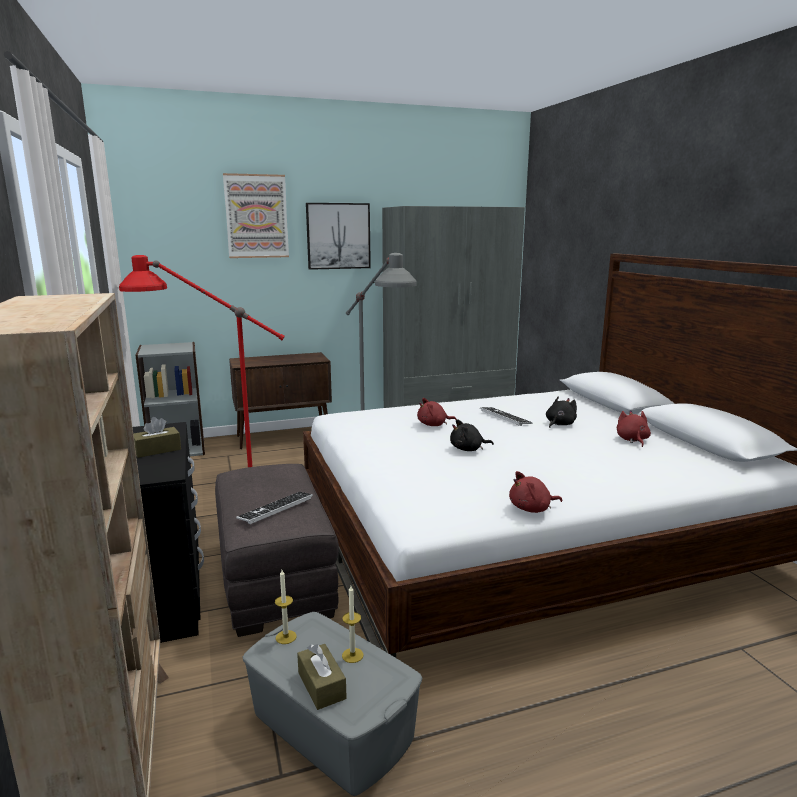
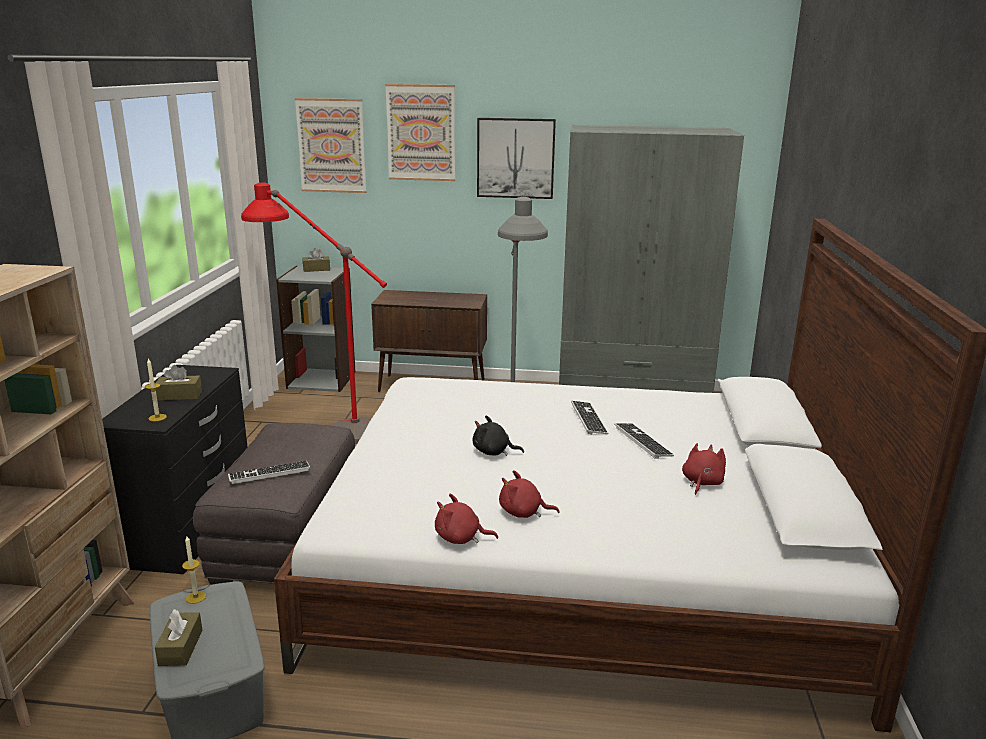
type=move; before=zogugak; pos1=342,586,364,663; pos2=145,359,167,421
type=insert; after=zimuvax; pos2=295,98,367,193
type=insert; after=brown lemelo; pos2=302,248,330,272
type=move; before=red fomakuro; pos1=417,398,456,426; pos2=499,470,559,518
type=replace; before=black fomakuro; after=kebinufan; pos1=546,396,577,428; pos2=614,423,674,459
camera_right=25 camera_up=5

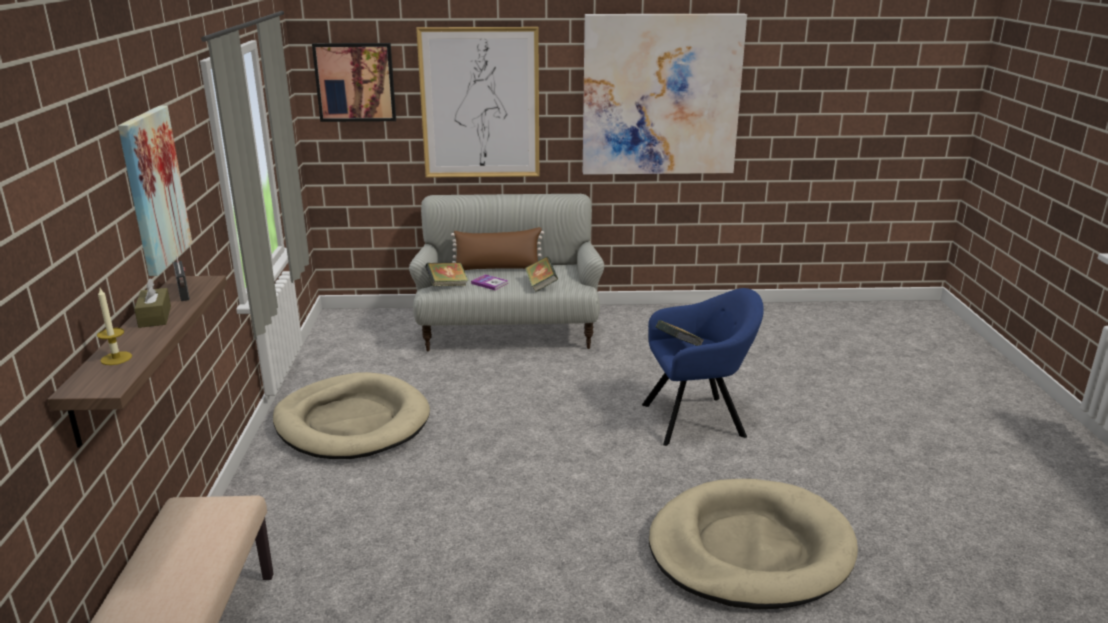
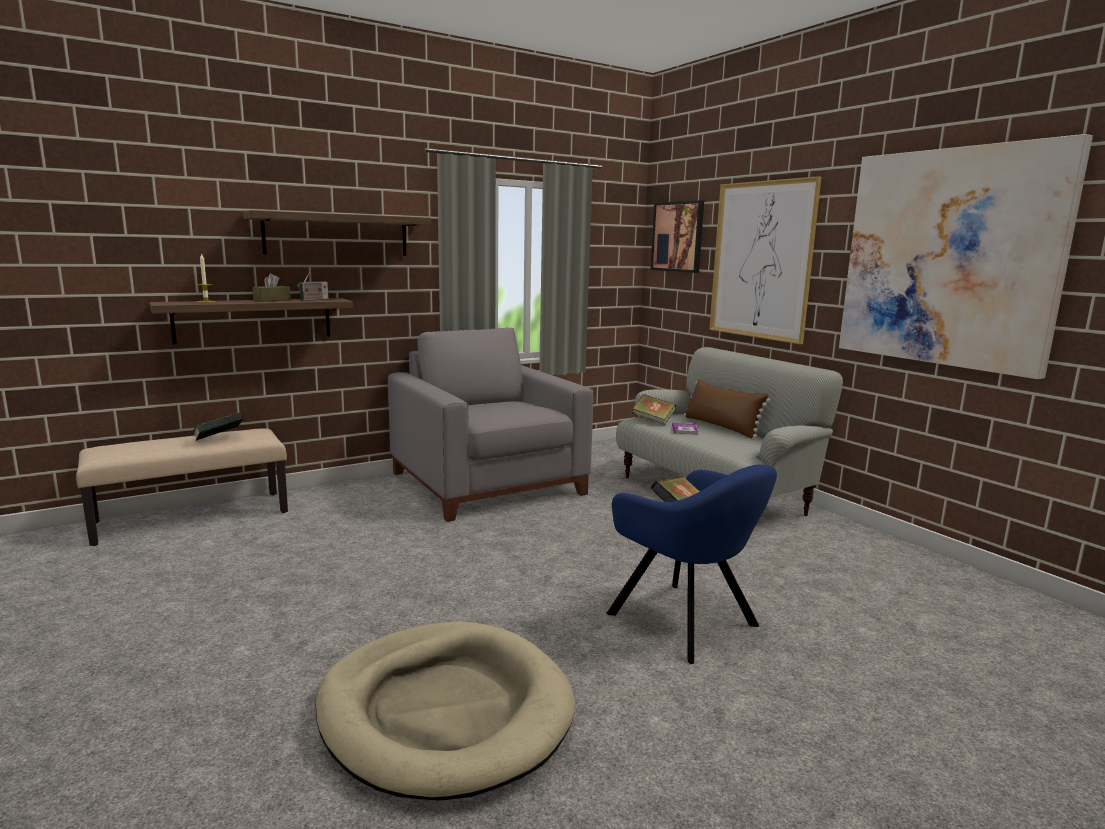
type=move; before=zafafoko; pos1=525,256,558,292; pos2=192,412,243,441
type=replace; before=zimuvax; after=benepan; pos1=118,106,192,276; pos2=243,210,431,256
type=replace; before=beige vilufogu; after=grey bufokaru; pos1=273,372,430,459; pos2=388,328,594,522
camera_right=60 camera_up=-10

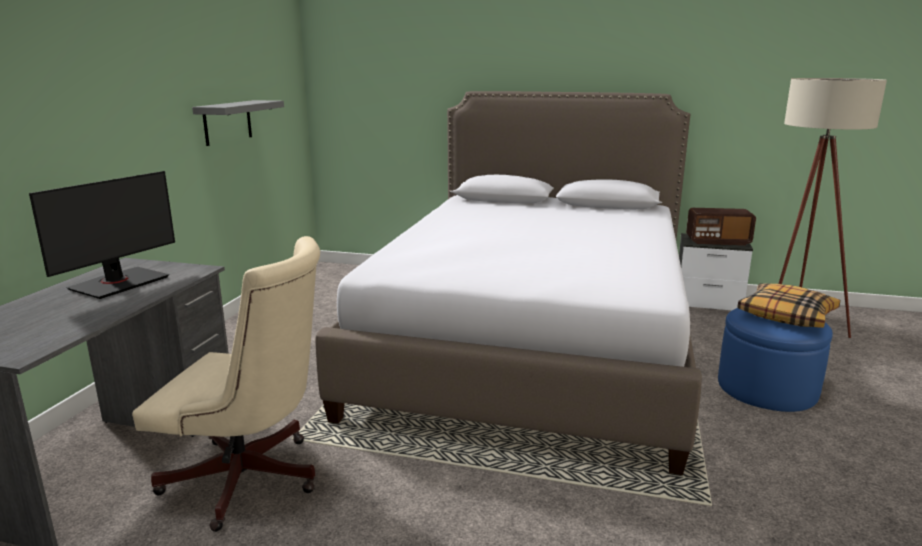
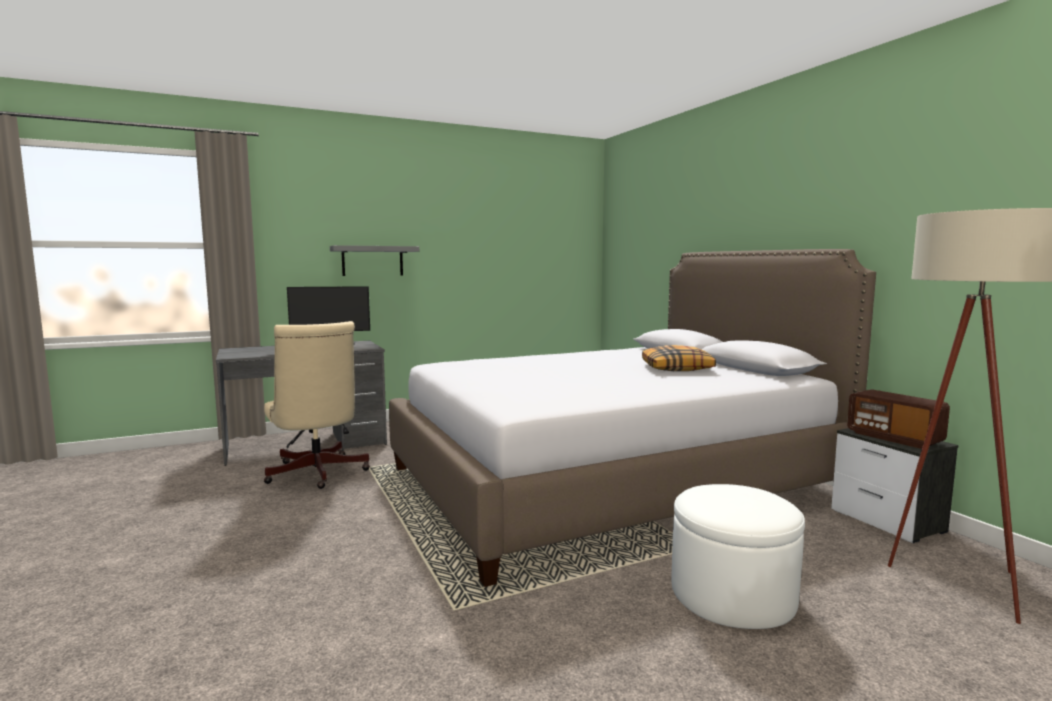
type=move; before=grey benepan; pos1=192,100,284,146; pos2=330,245,419,276
type=move; before=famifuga; pos1=738,283,840,328; pos2=642,345,716,371
type=recolor; before=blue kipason; after=white kipason; pos1=718,308,833,412; pos2=671,484,805,629
camera_right=50 camera_up=-10

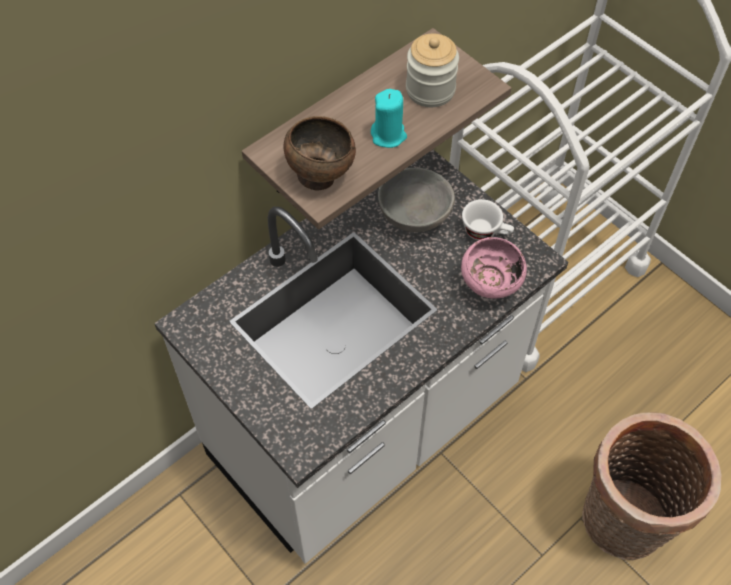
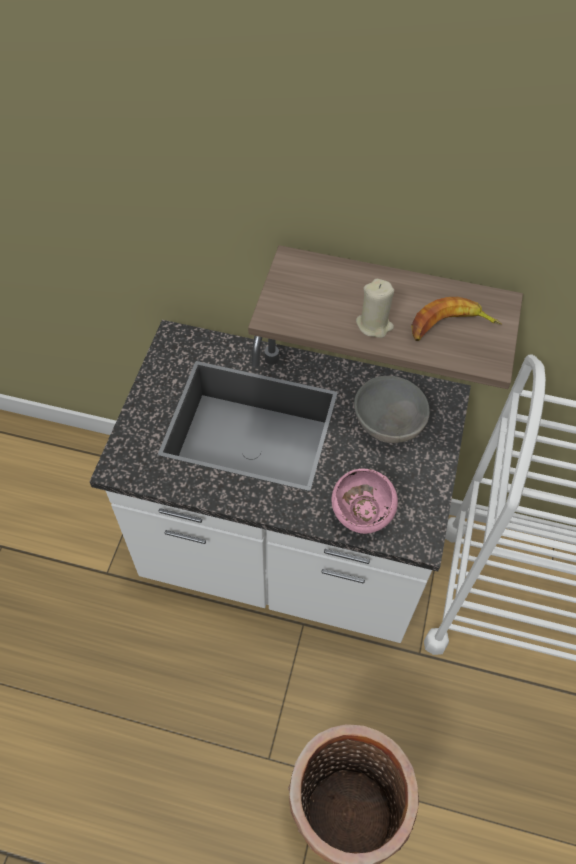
type=recolor; before=turquoise zogugak; after=beige zogugak; pos1=371,89,407,148; pos2=356,279,394,338
type=replace; before=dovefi; after=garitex; pos1=406,34,459,107; pos2=411,297,501,341
type=delete; before=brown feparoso; pos1=284,116,356,191
type=delete; before=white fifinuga; pos1=462,199,514,241
camera_right=55 camera_up=0

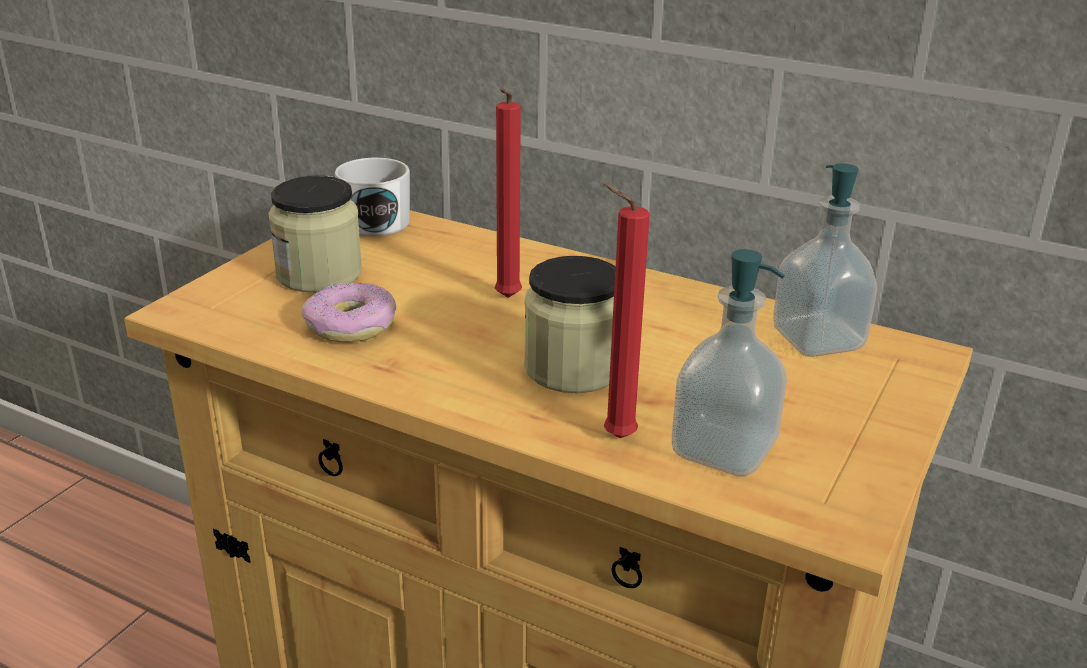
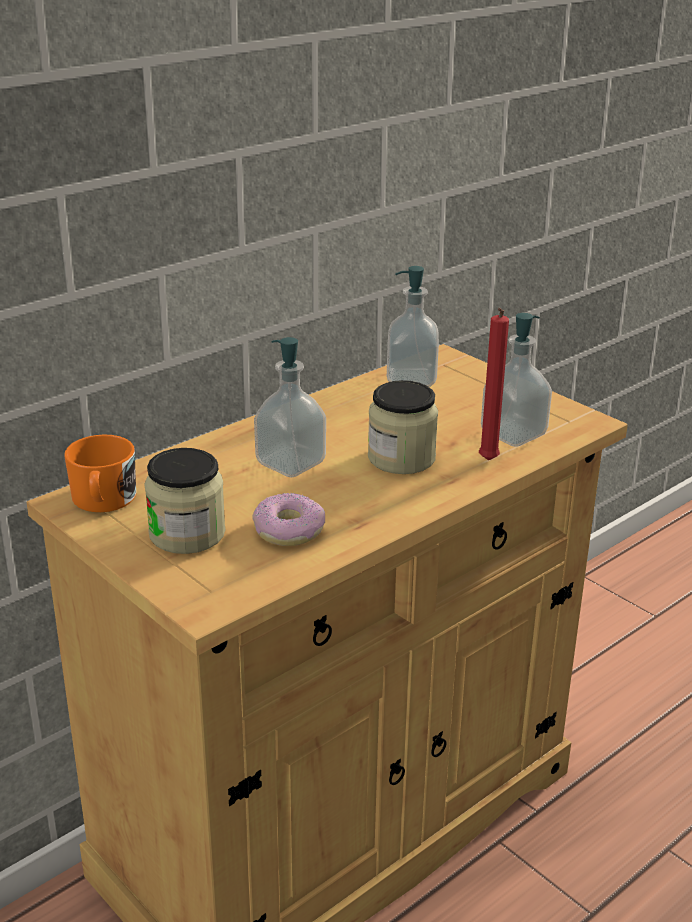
type=recolor; before=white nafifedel; after=orange nafifedel; pos1=330,158,410,237; pos2=65,435,136,512
type=replace; before=red zogugak; after=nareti; pos1=495,88,522,298; pos2=254,337,326,477
camera_right=-70 camera_up=0

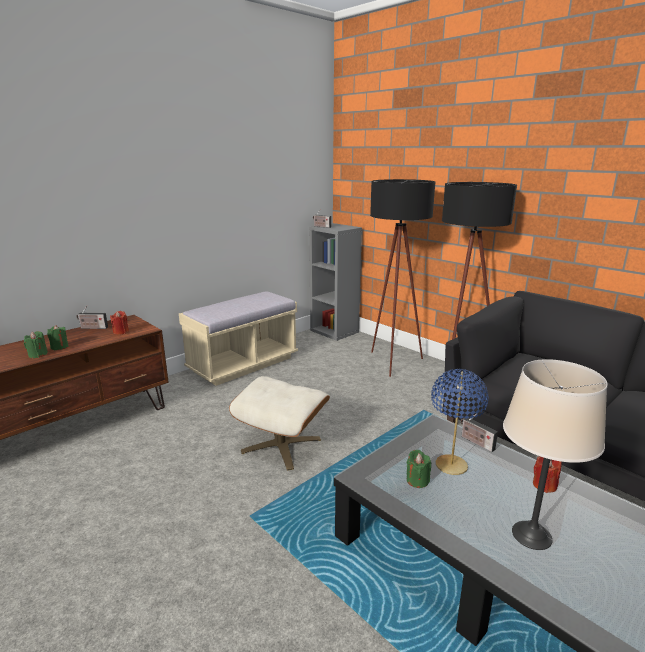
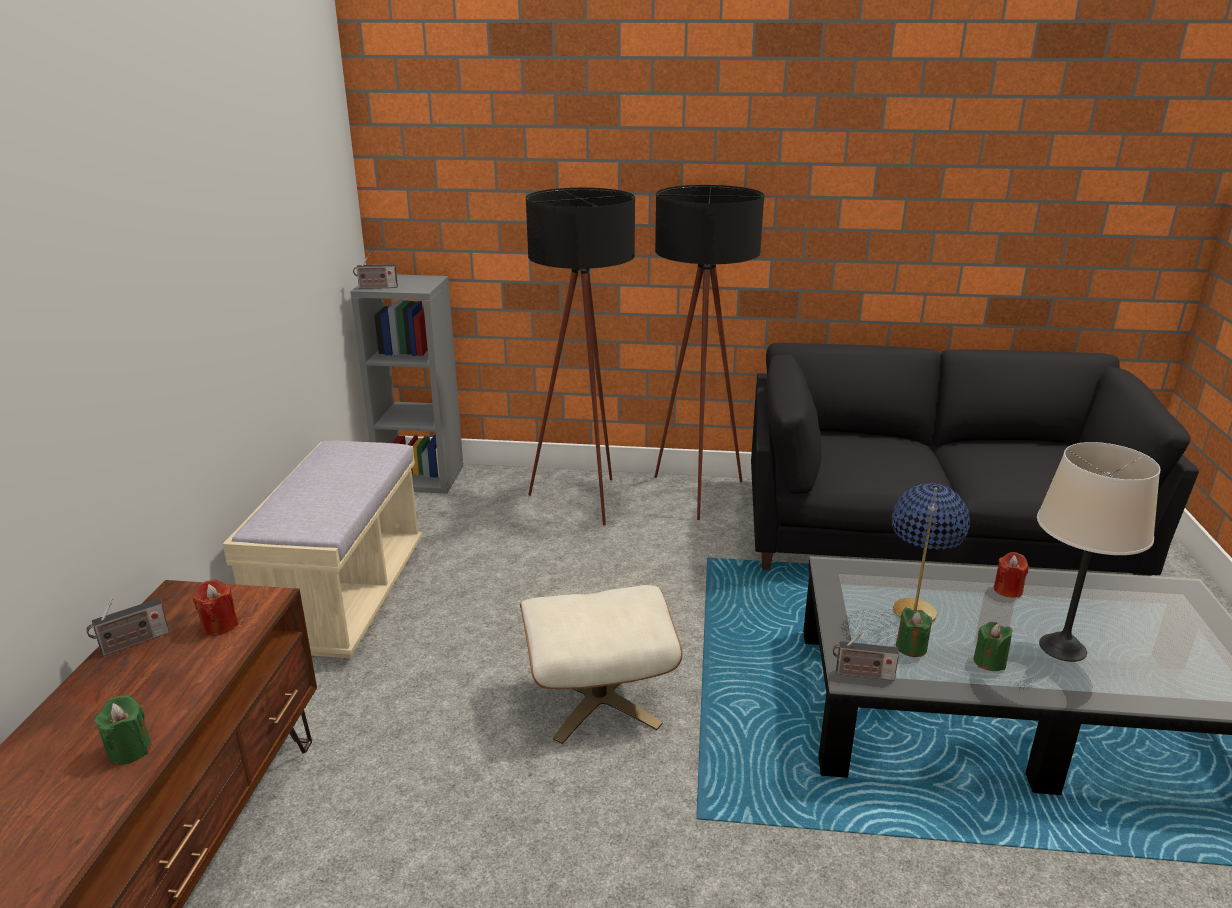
type=move; before=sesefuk; pos1=461,413,498,452; pos2=833,631,899,681
type=move; before=green zogugak; pos1=47,325,68,350; pos2=973,622,1013,671
camera_right=-40 camera_up=5

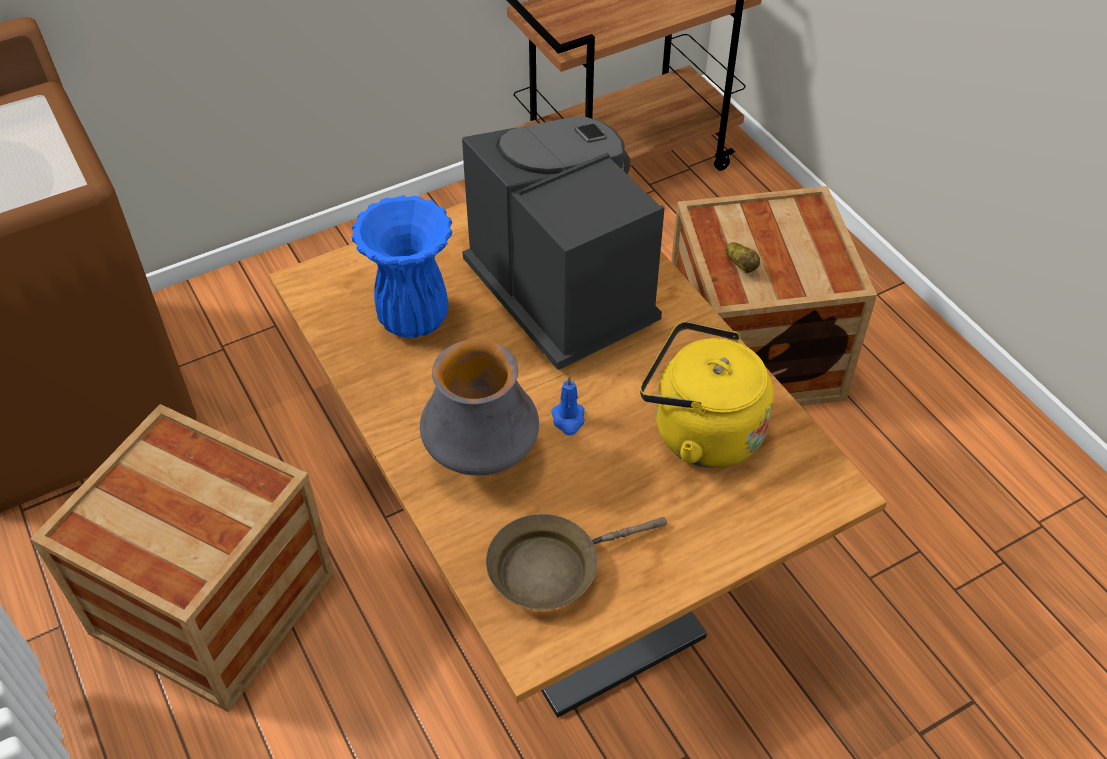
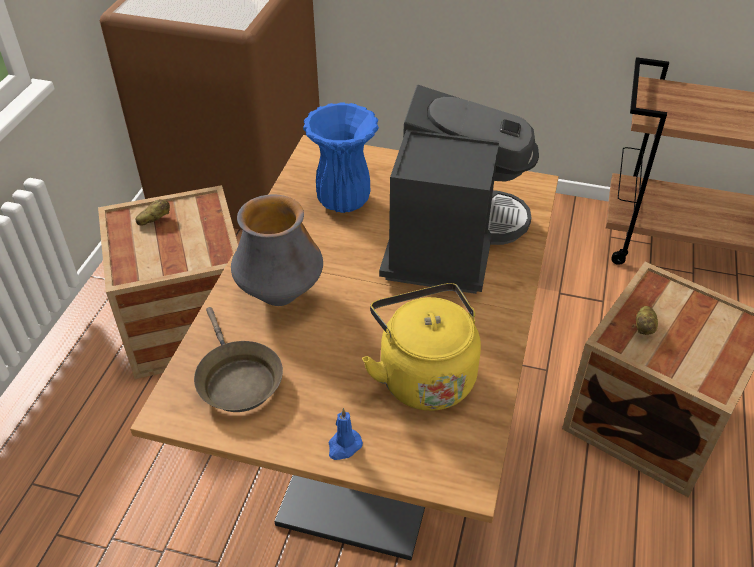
type=insert; after=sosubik; pos2=135,199,170,225
type=rotate; before=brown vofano; pos1=486,514,667,610; pos2=194,307,283,412; turn=-135
type=move; before=blue zogugak; pos1=551,376,585,436; pos2=329,408,363,460
camera_right=45 camera_up=-5

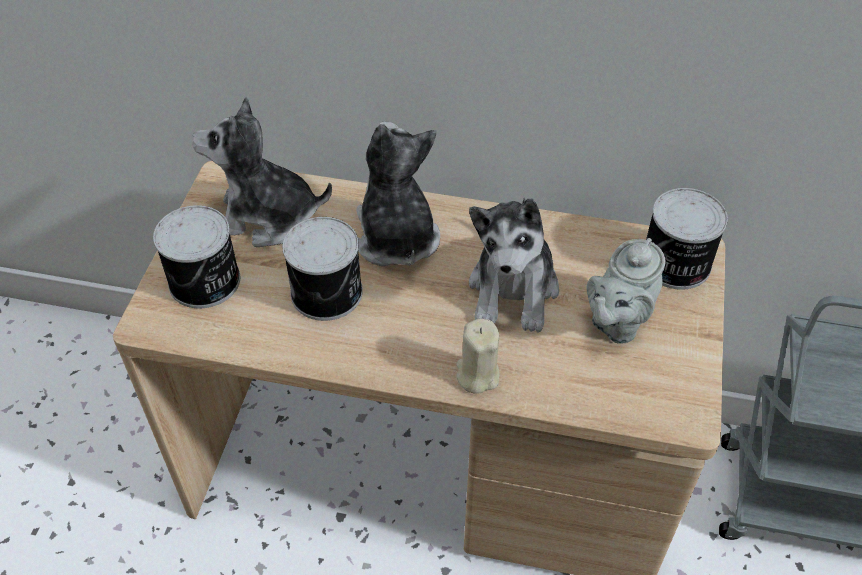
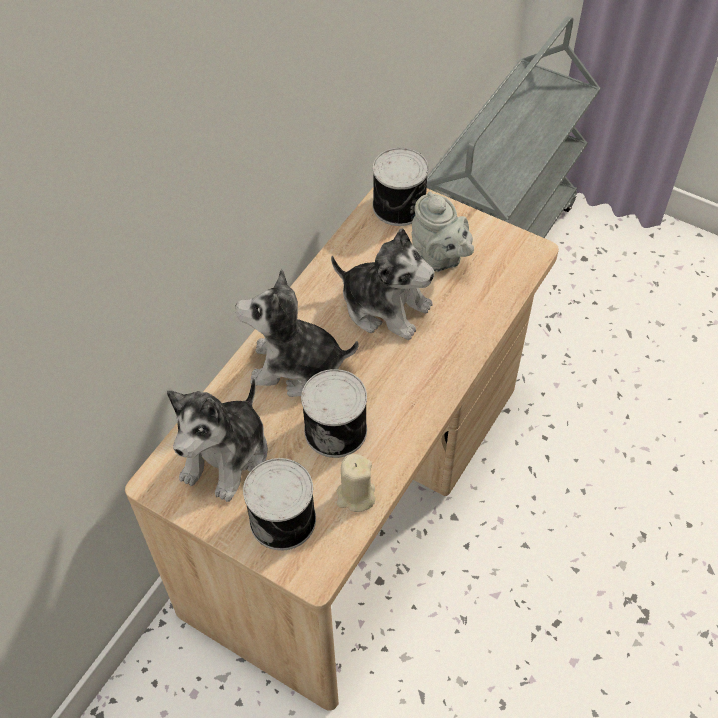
type=move; before=beige zogugak; pos1=456,319,499,394; pos2=337,454,375,512
camera_right=-70 camera_up=5

